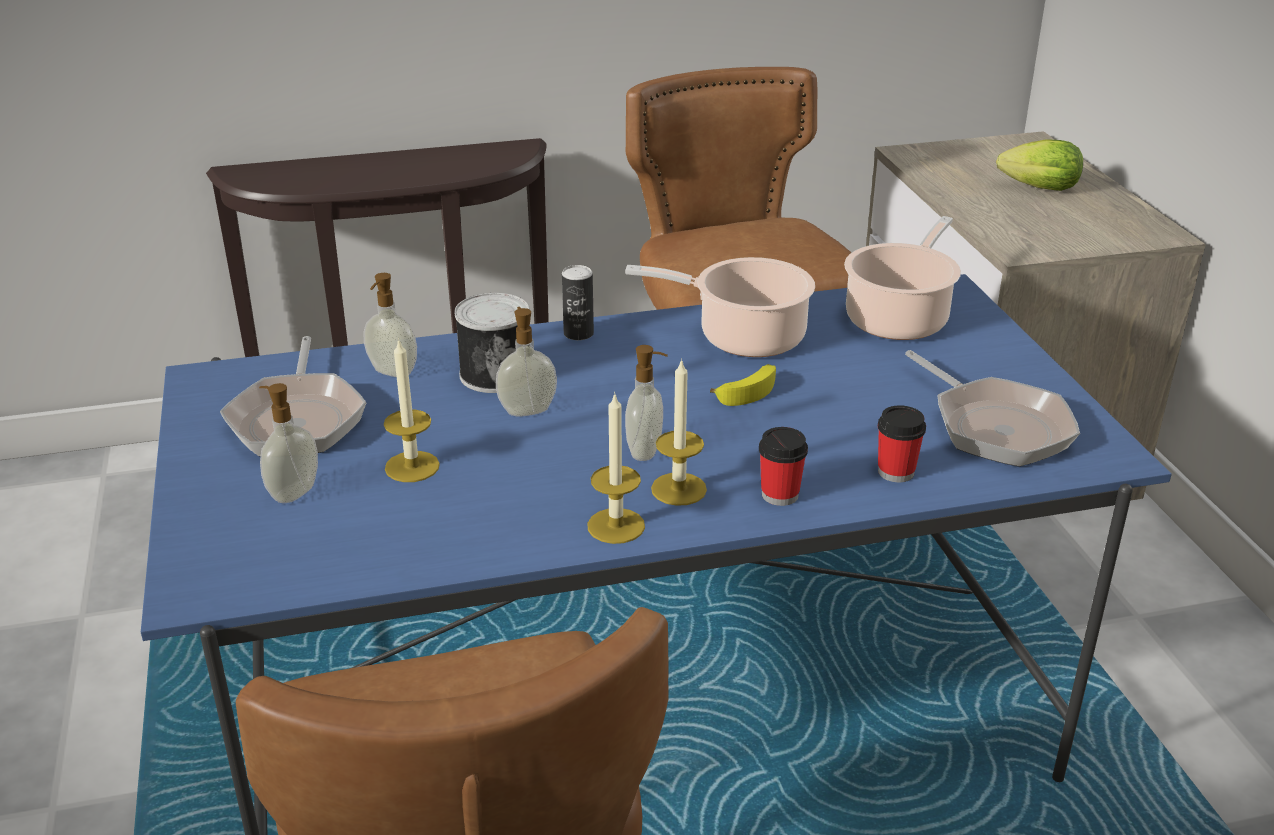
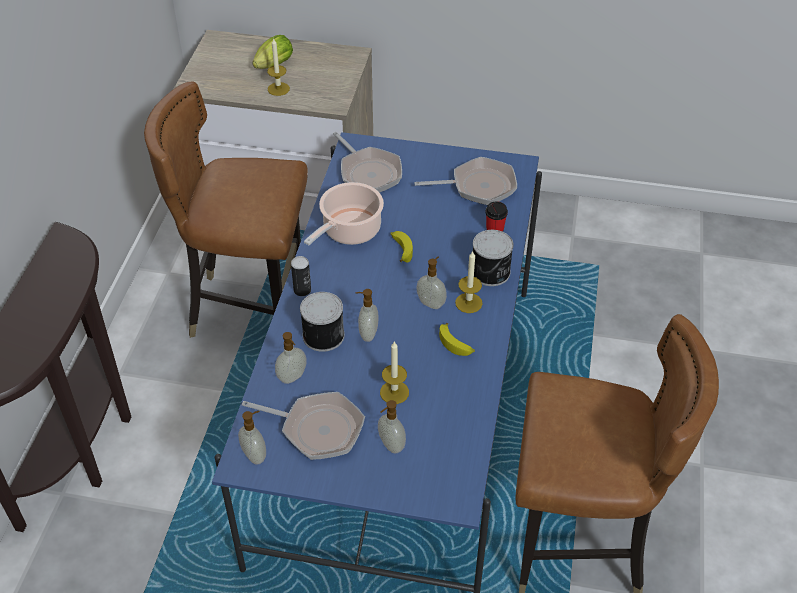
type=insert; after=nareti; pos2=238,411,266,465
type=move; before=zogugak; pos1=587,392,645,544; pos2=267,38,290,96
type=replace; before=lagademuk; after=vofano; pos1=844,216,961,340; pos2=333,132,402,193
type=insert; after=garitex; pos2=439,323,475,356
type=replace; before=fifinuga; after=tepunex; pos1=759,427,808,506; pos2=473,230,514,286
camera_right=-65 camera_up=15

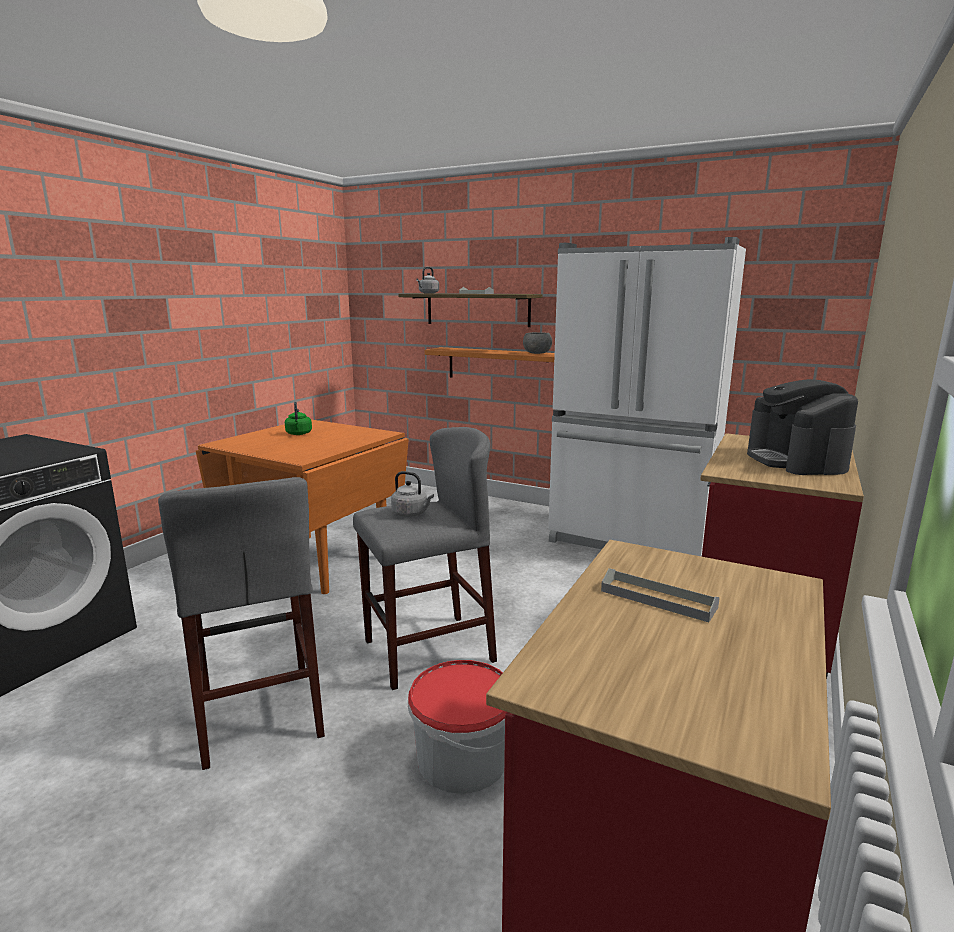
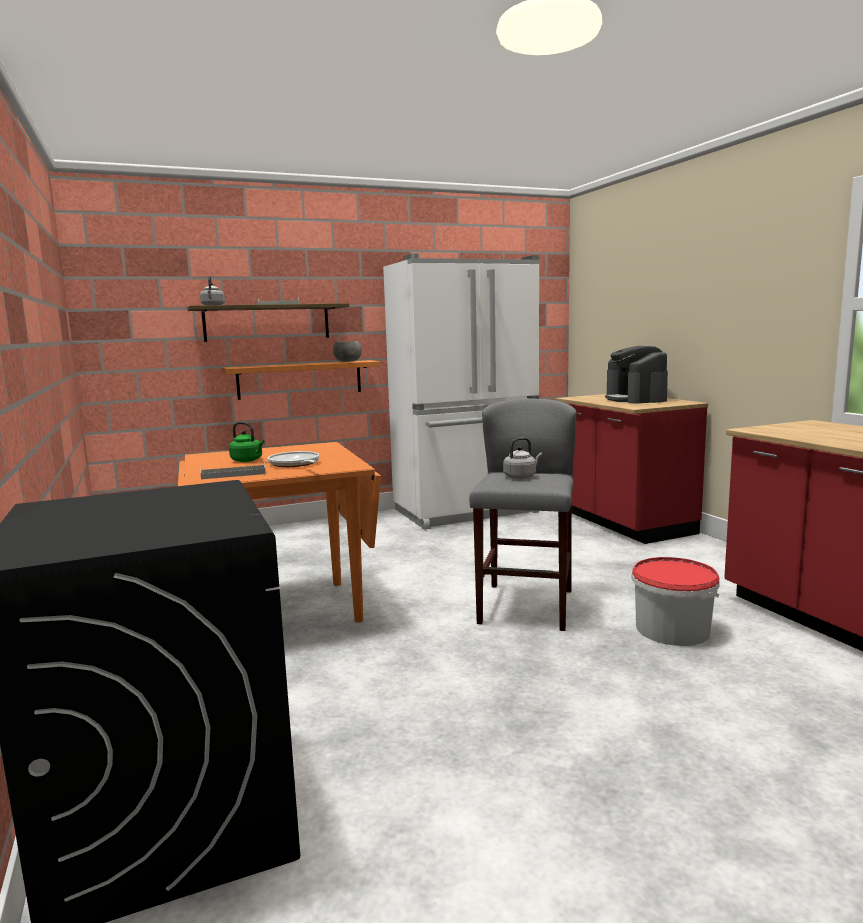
type=move; before=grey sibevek; pos1=601,568,720,622; pos2=200,462,266,479
type=insert; after=vofano; pos2=268,451,320,467
type=rotate; before=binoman; pos1=747,379,858,475; pos2=605,346,668,404; turn=45
type=delete; before=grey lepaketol; pos1=158,477,325,770
camera_right=-50 camera_up=-5

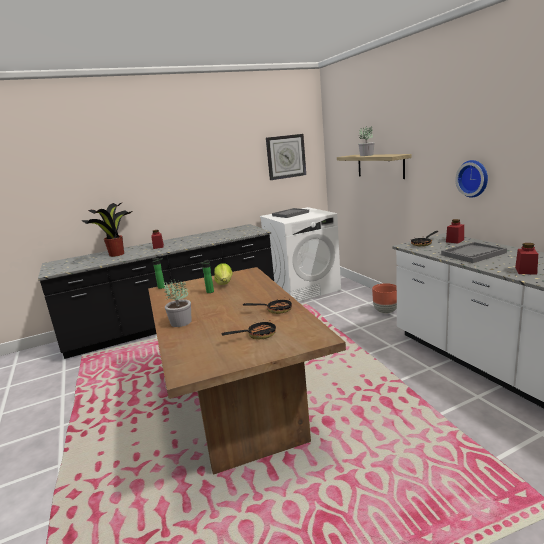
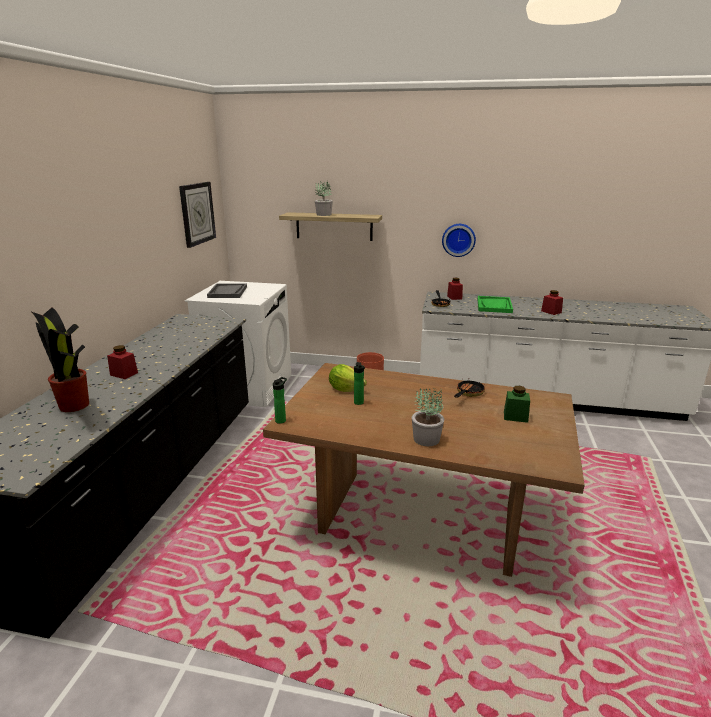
type=recolor; before=grey sibevek; after=green sibevek; pos1=441,242,507,263; pos2=478,296,513,313
type=replace; before=vofano; after=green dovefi; pos1=222,319,276,339; pos2=504,386,530,423
camera_right=-55 camera_up=5

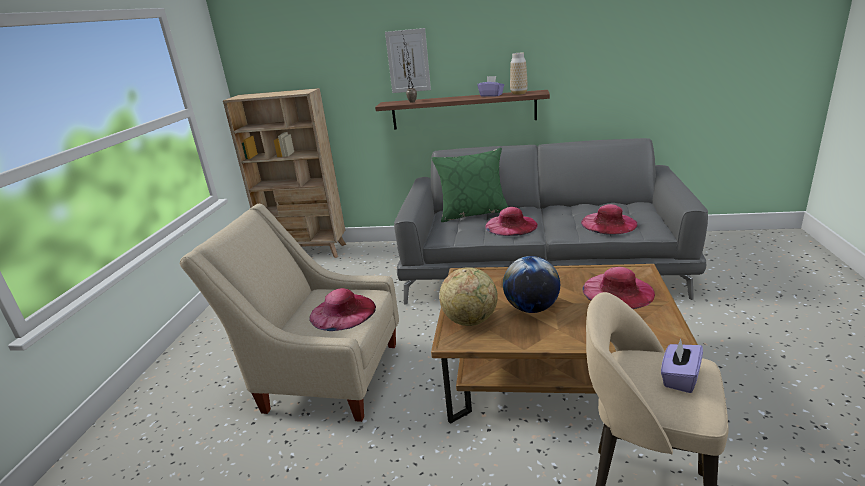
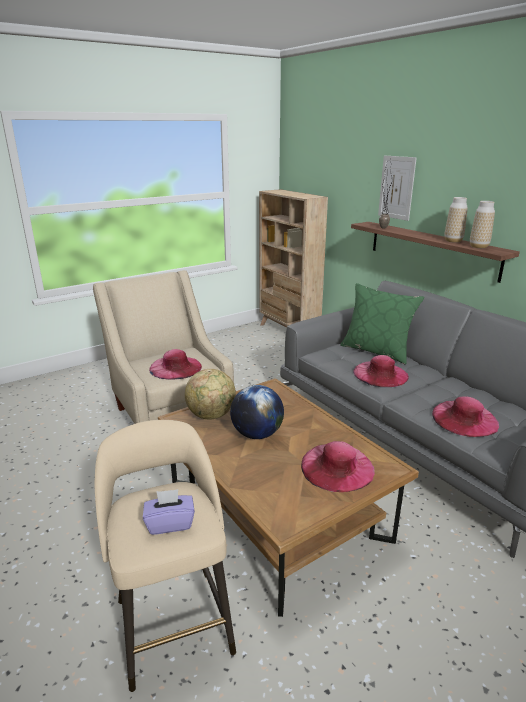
type=replace; before=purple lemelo; after=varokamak; pos1=477,76,504,97; pos2=444,197,468,243
camera_right=45 camera_up=0

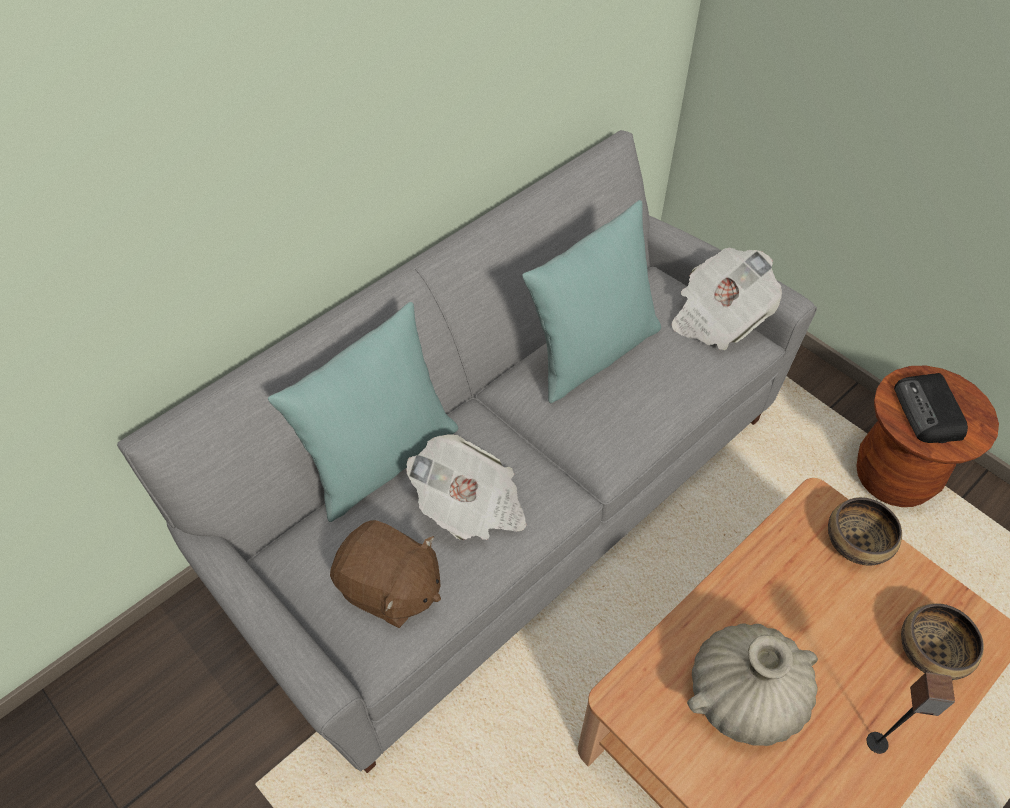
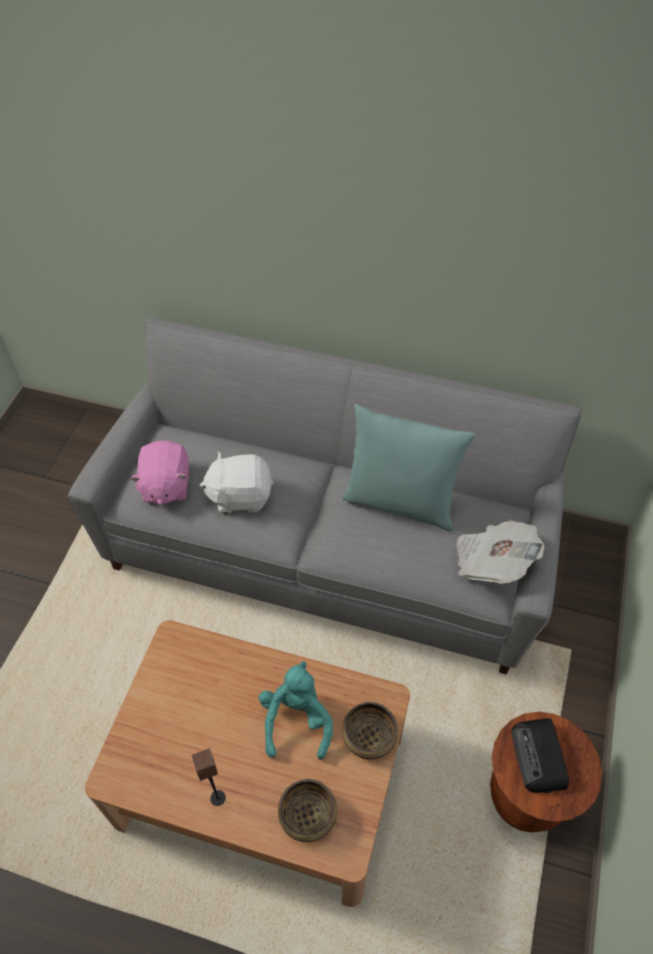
type=recolor; before=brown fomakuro; after=pink fomakuro; pos1=330,520,441,628; pos2=130,441,189,505
type=replace; before=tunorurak; after=white fomakuro; pos1=406,434,527,540; pos2=199,451,273,514
type=insert; after=turquoise fomakuro; pos2=259,661,333,760
type=rotate; before=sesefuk; pos1=894,373,968,443; pos2=511,718,569,793; turn=-60
type=delete; before=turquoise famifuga; pos1=268,302,458,522
type=delete; before=beige varokamak; pos1=687,623,818,746
camera_right=60 camera_up=0

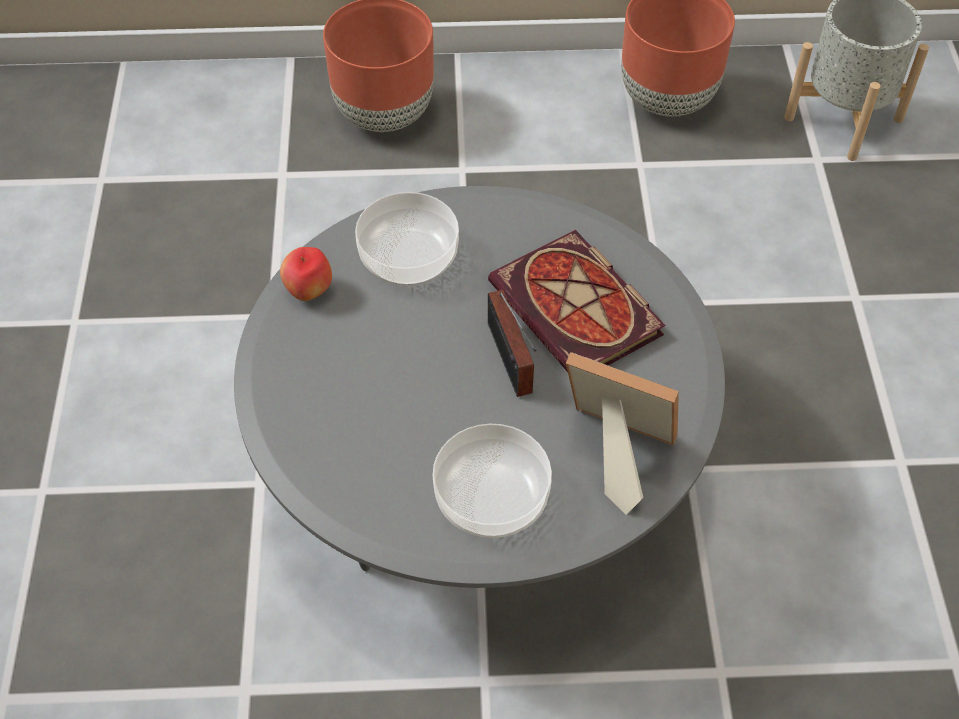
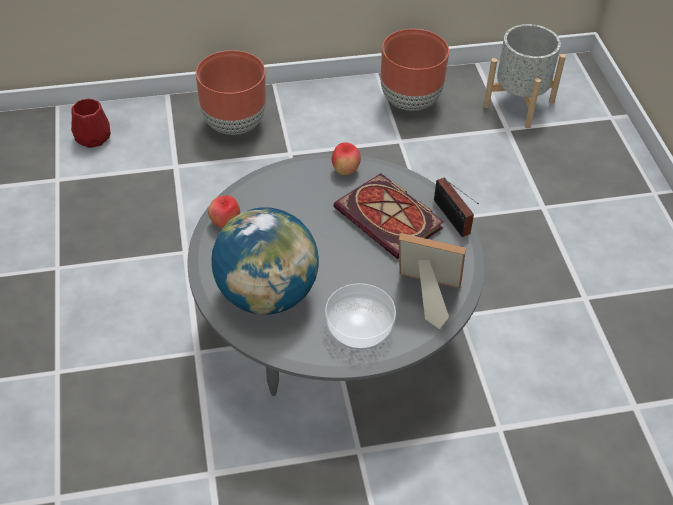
type=insert; after=red varokamak; pos2=71,99,111,148
type=insert; after=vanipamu; pos2=211,207,319,315
type=insert; after=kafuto; pos2=332,142,361,175
type=move; before=sesefuk; pos1=488,290,536,397; pos2=434,177,479,237
type=delete; before=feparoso; pos1=355,192,459,286
camera_right=-10 camera_up=-5

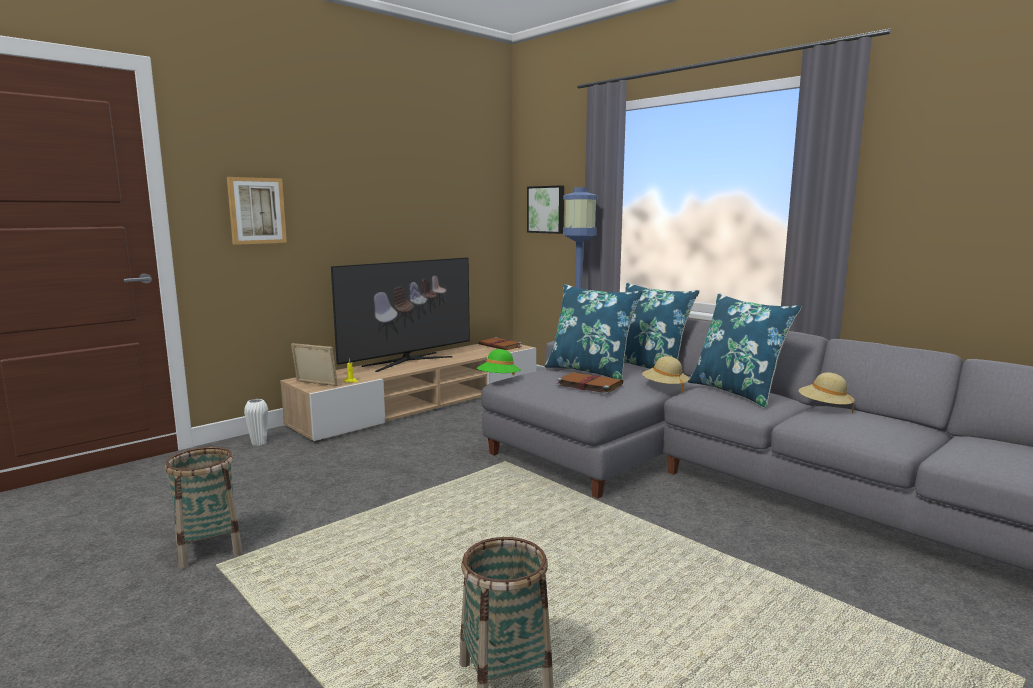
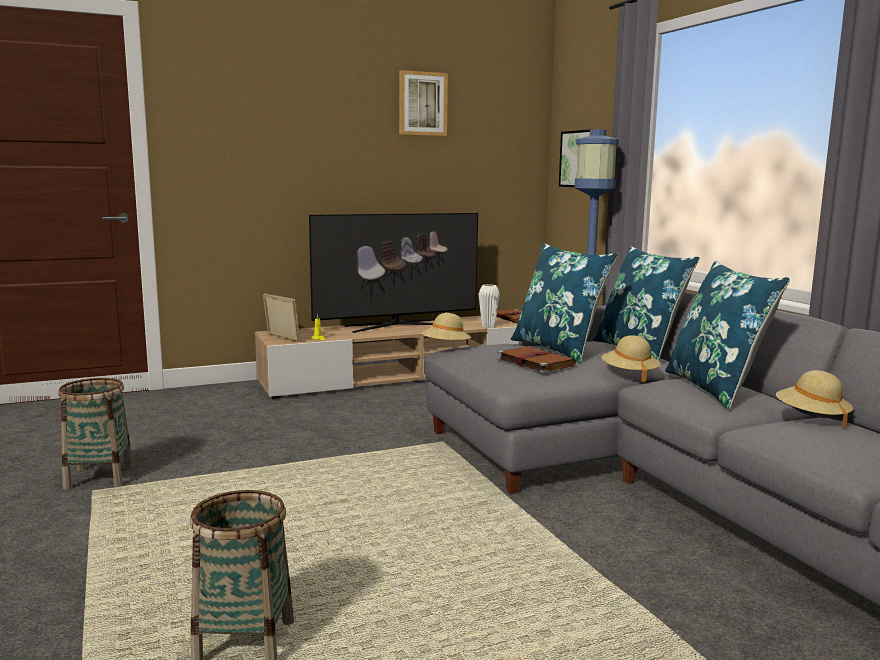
type=move; before=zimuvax; pos1=227,177,287,245; pos2=399,70,448,136
type=recolor; before=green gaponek; after=beige gaponek; pos1=477,349,521,375; pos2=421,313,471,345
type=move; before=white varokamak; pos1=244,399,268,446; pos2=479,284,500,328
camera_right=20 camera_up=0

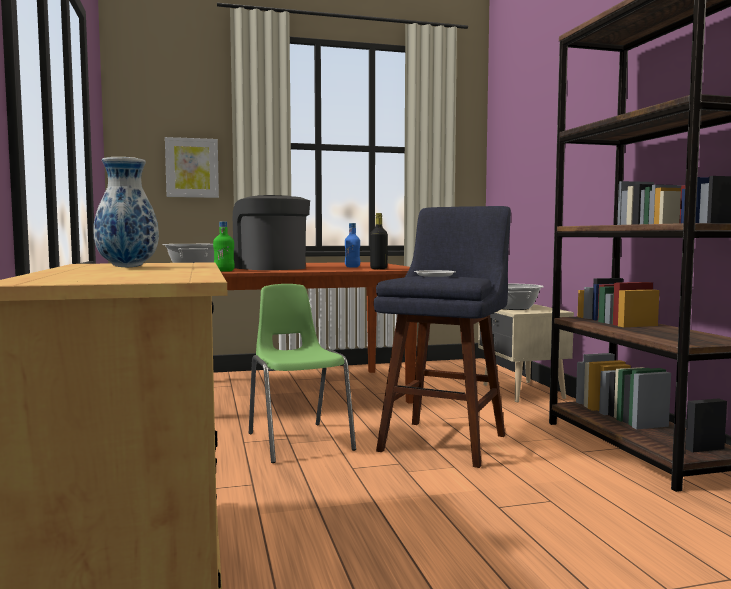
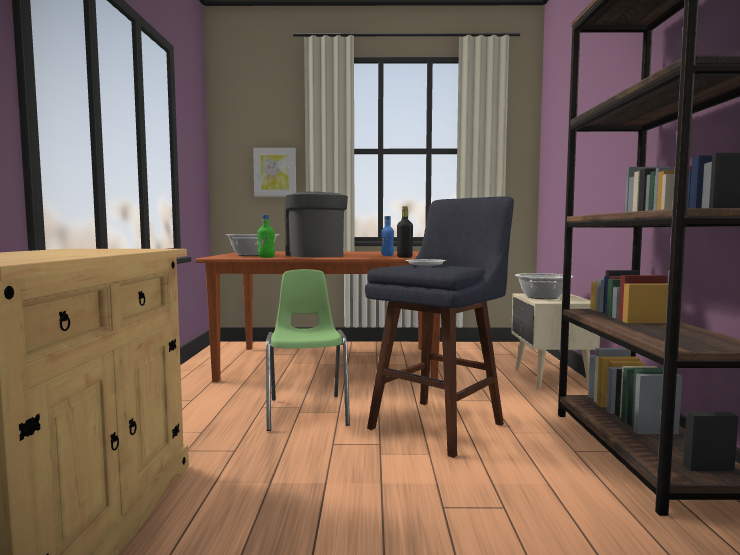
type=delete; before=varokamak; pos1=93,157,159,267
camera_right=15 camera_up=0

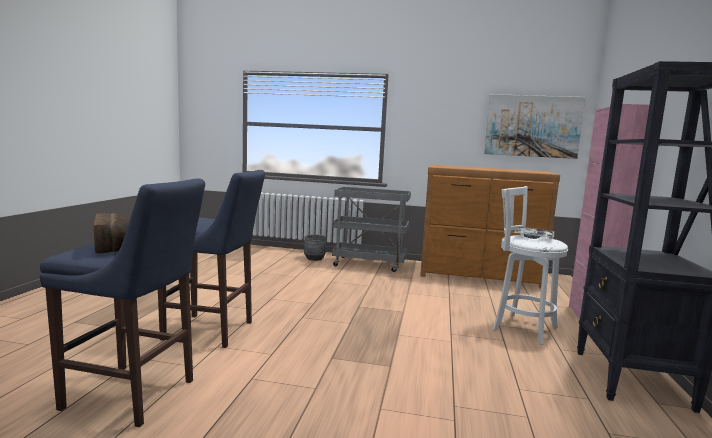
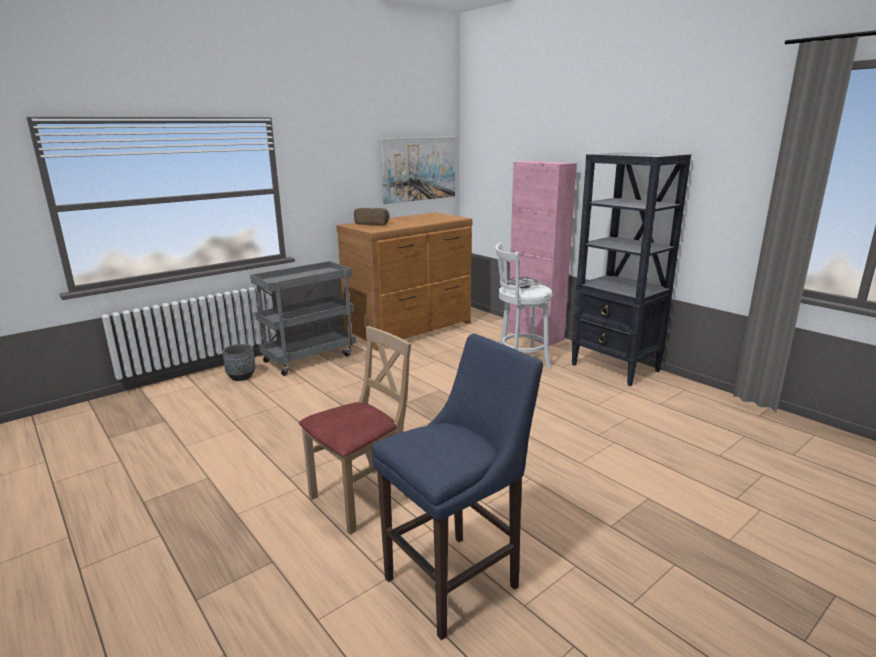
type=replace; before=blue lepaketol; after=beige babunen; pos1=158,170,265,348; pos2=299,326,411,535
type=move; before=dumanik; pos1=94,213,129,253; pos2=354,208,389,225
camera_right=-50 camera_up=10

